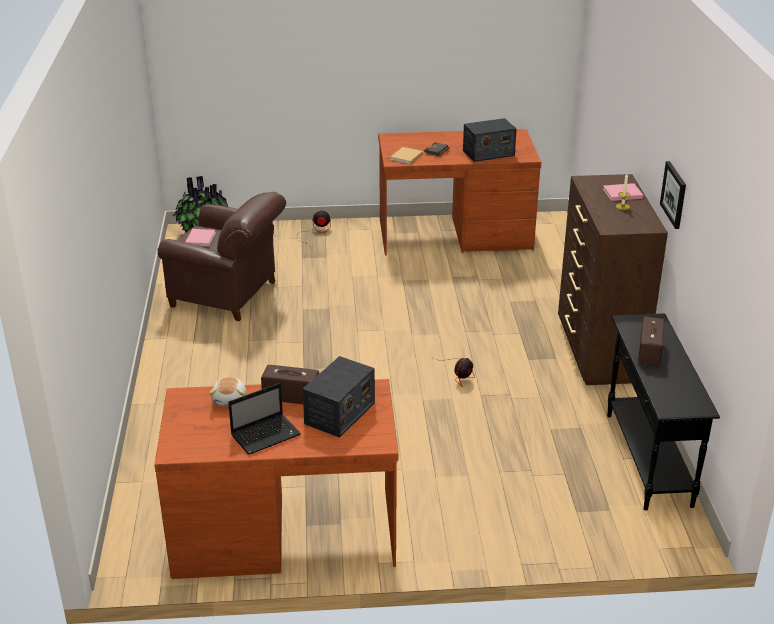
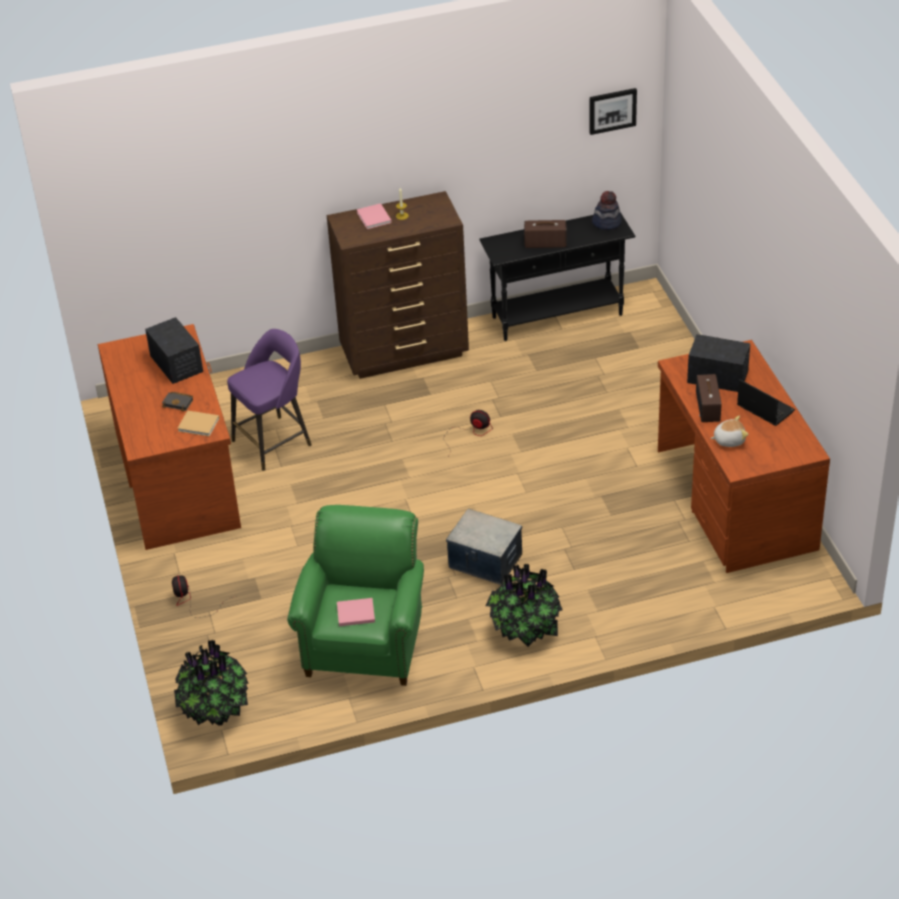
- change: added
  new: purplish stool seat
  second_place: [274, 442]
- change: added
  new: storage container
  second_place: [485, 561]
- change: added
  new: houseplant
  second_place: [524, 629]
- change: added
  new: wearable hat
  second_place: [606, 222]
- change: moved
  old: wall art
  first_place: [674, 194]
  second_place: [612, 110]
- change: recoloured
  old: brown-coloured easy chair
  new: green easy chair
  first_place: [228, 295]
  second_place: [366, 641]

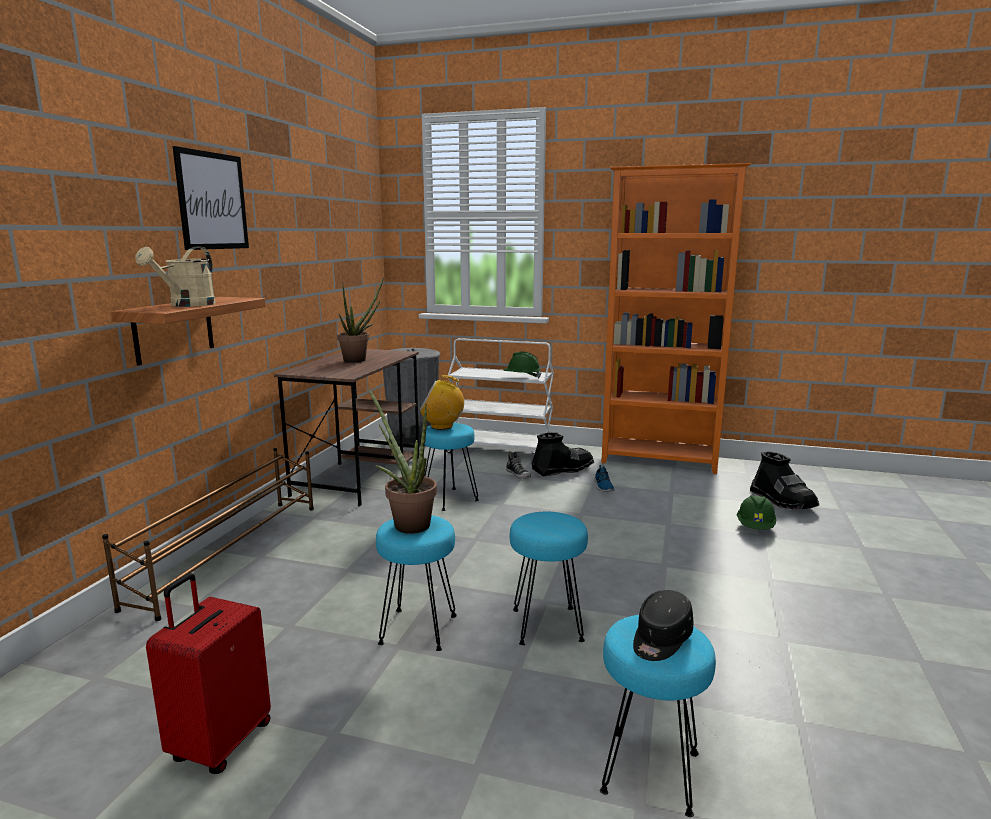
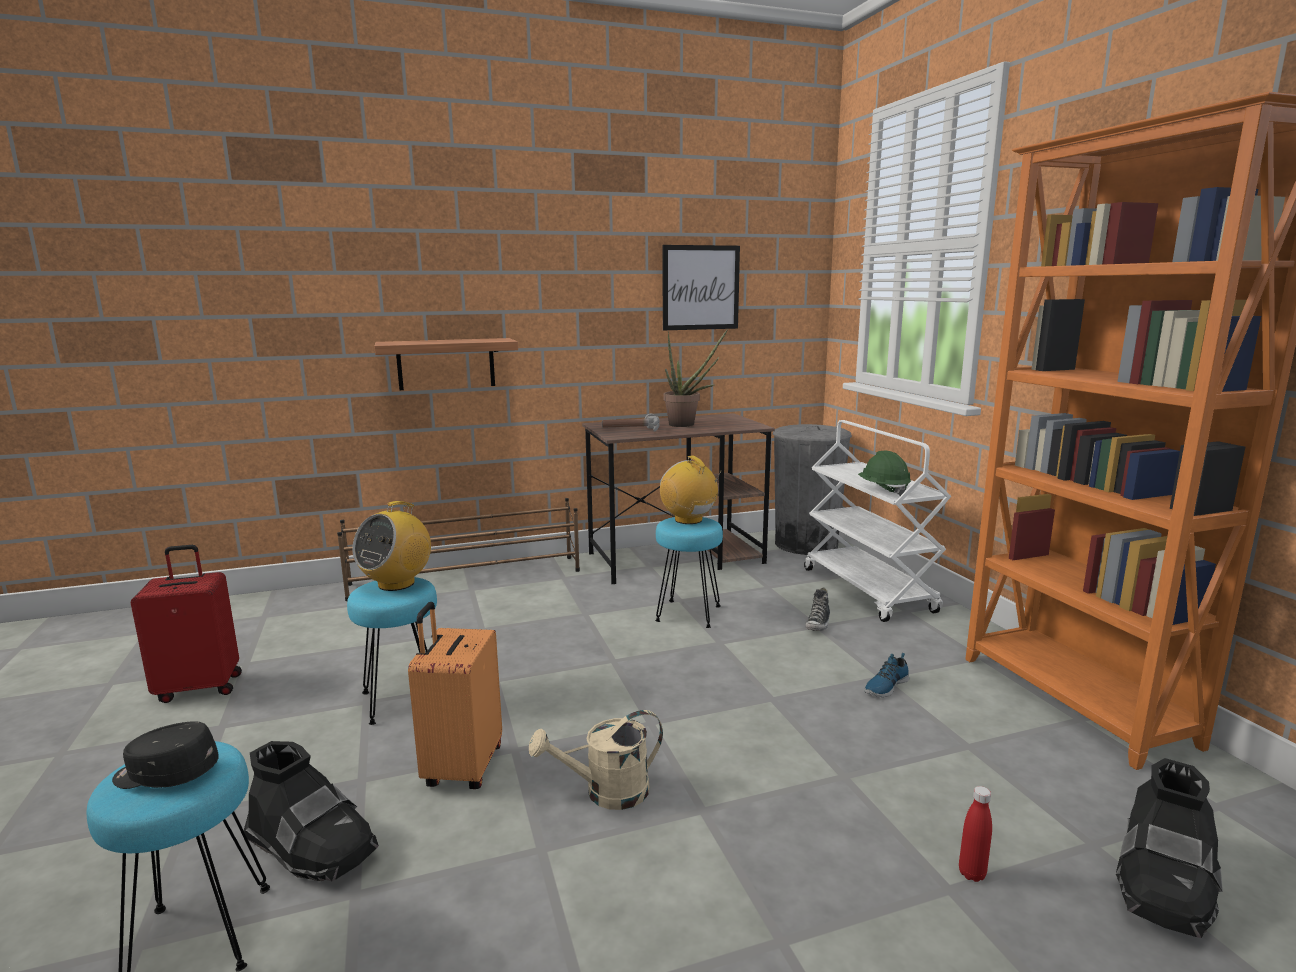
- change: added
  new: hand hammer
  second_place: [632, 430]
- change: moved
  old: sand-coloured watering pot
  first_place: [187, 305]
  second_place: [606, 793]
- change: moved
  old: wall art
  first_place: [212, 201]
  second_place: [700, 287]
- change: moved
  old: blackish high-top boot
  first_place: [562, 469]
  second_place: [312, 846]
- change: replaced
  old: houseplant
  new: radio
  first_place: [407, 523]
  second_place: [396, 583]
- change: replaced
  old: turquoise stool seat
  new: orange piece of luggage
  first_place: [546, 625]
  second_place: [461, 767]
- change: replaced
  old: green safety helmet
  new: red drink bottle
  first_place: [755, 527]
  second_place: [972, 873]

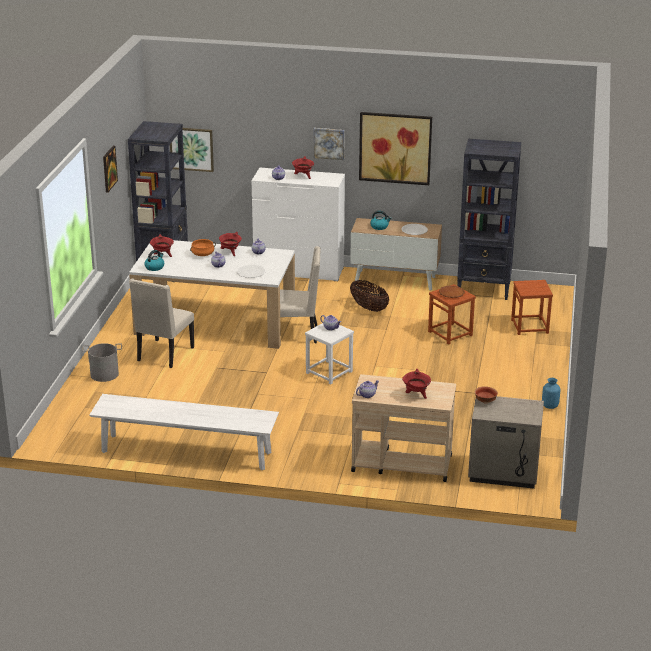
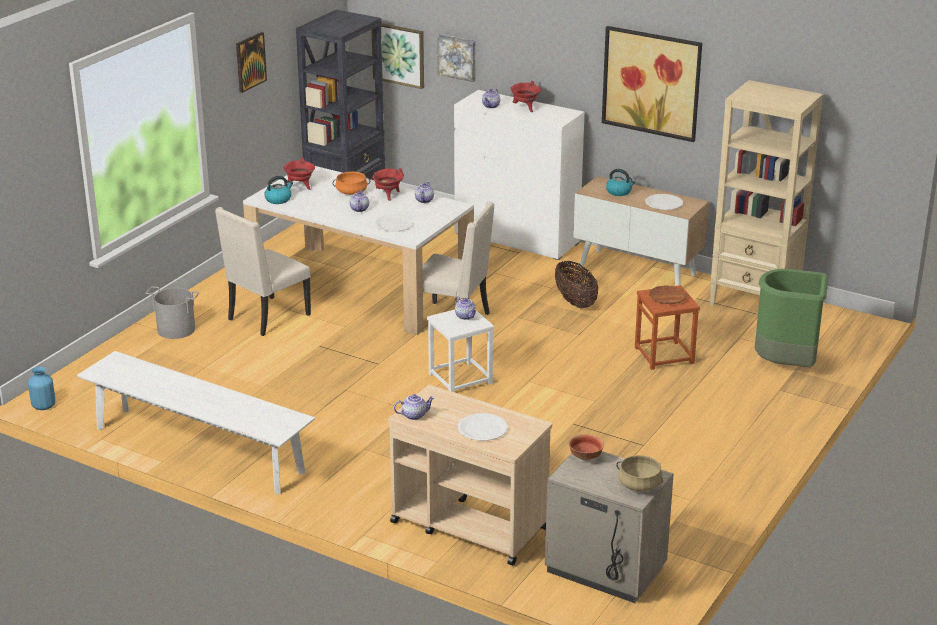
- change: added
  new: sand-coloured saucepot
  second_place: [639, 485]
- change: moved
  old: wall art
  first_place: [329, 143]
  second_place: [457, 57]
- change: moved
  old: blue vase
  first_place: [549, 406]
  second_place: [44, 406]
- change: replaced
  old: red saucepot
  new: white-coloured dinner plate
  first_place: [416, 395]
  second_place: [482, 428]
- change: replaced
  old: brown-coloured stool seat
  new: green trash can
  first_place: [530, 326]
  second_place: [786, 365]
- change: recoloured
  old: blackish bookcase
  new: sand-coloured bookcase
  first_place: [484, 289]
  second_place: [755, 303]

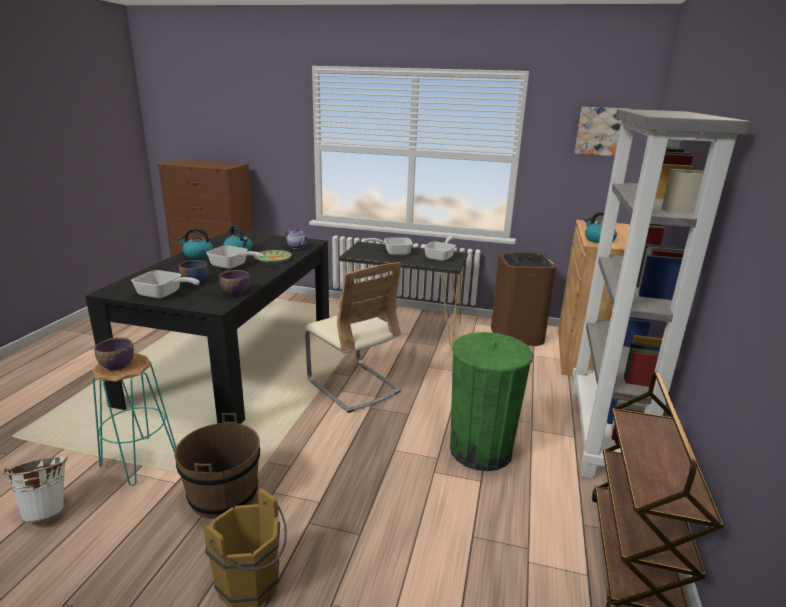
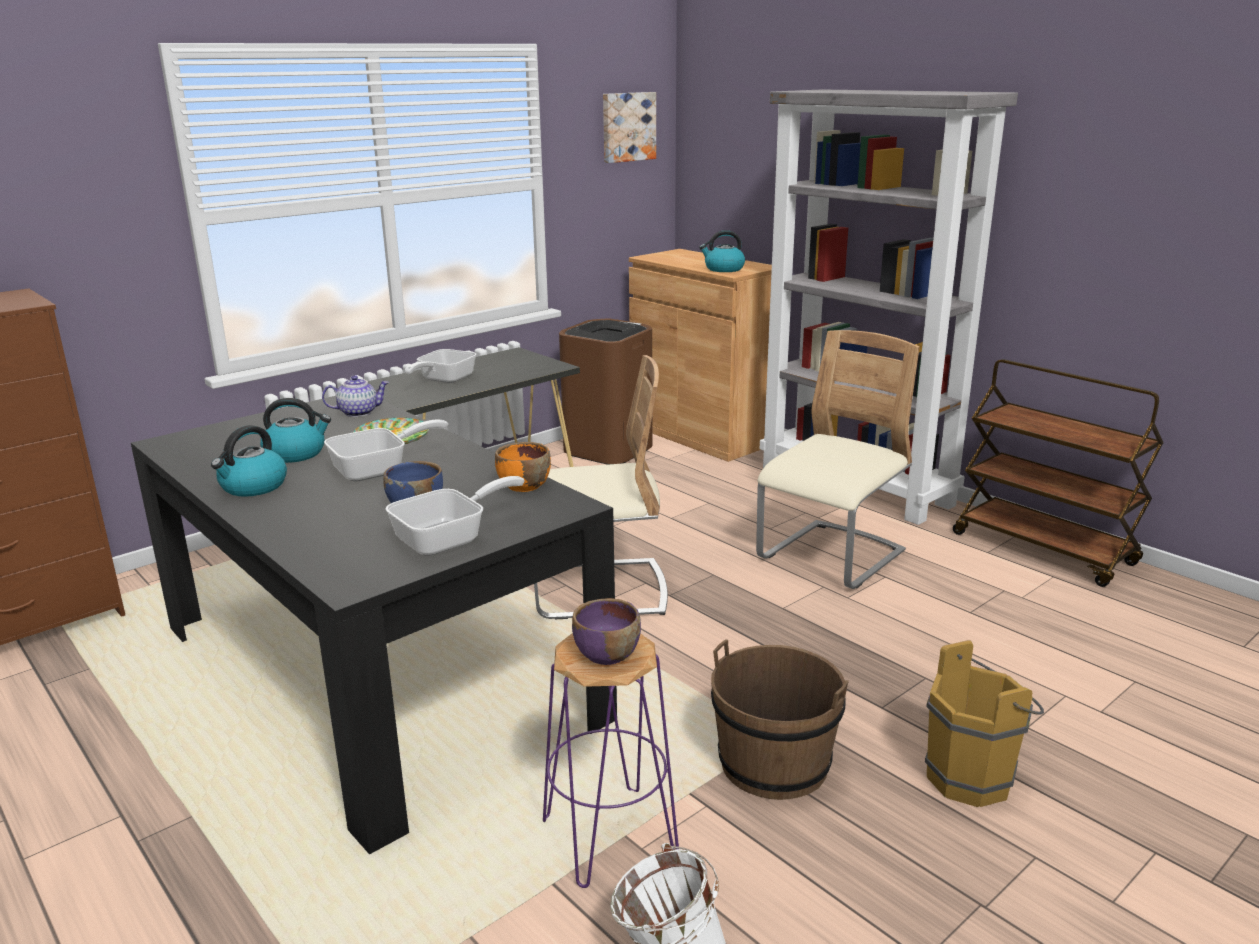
- change: removed
  old: frying pan
  first_place: [441, 257]
- change: replaced
  old: green trash can
  new: sand-coloured chair
  first_place: [481, 450]
  second_place: [831, 557]
- change: recoloured
  old: turquoise stool seat
  new: purplish stool seat
  first_place: [139, 461]
  second_place: [608, 837]
- change: recoloured
  old: purplish bowl
  new: orange bowl
  first_place: [235, 292]
  second_place: [524, 486]

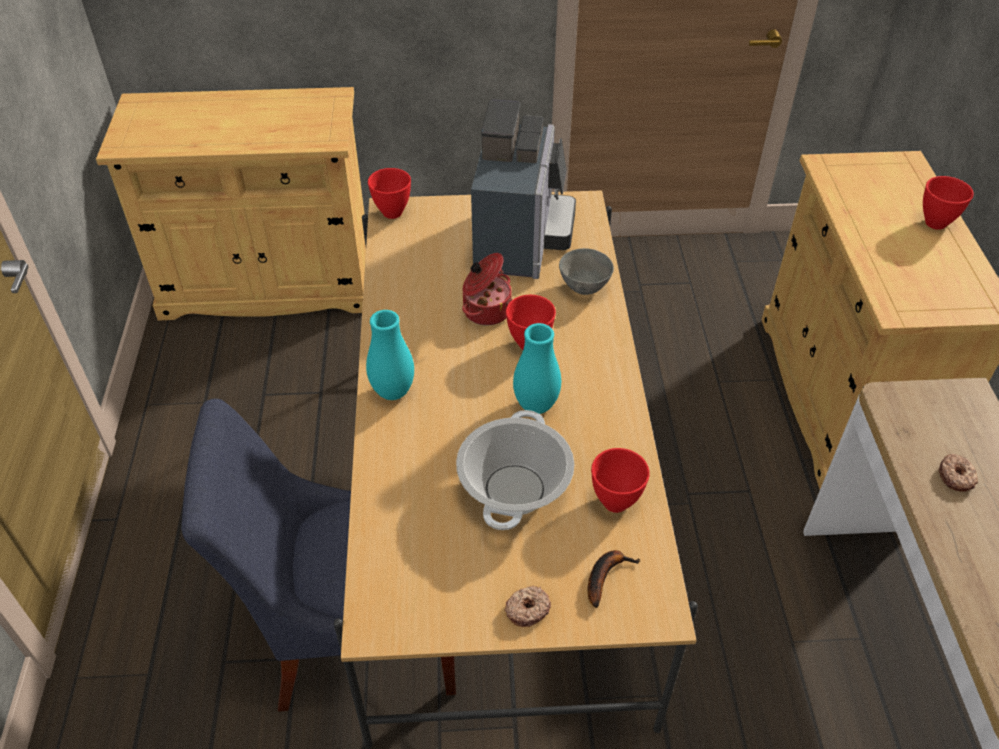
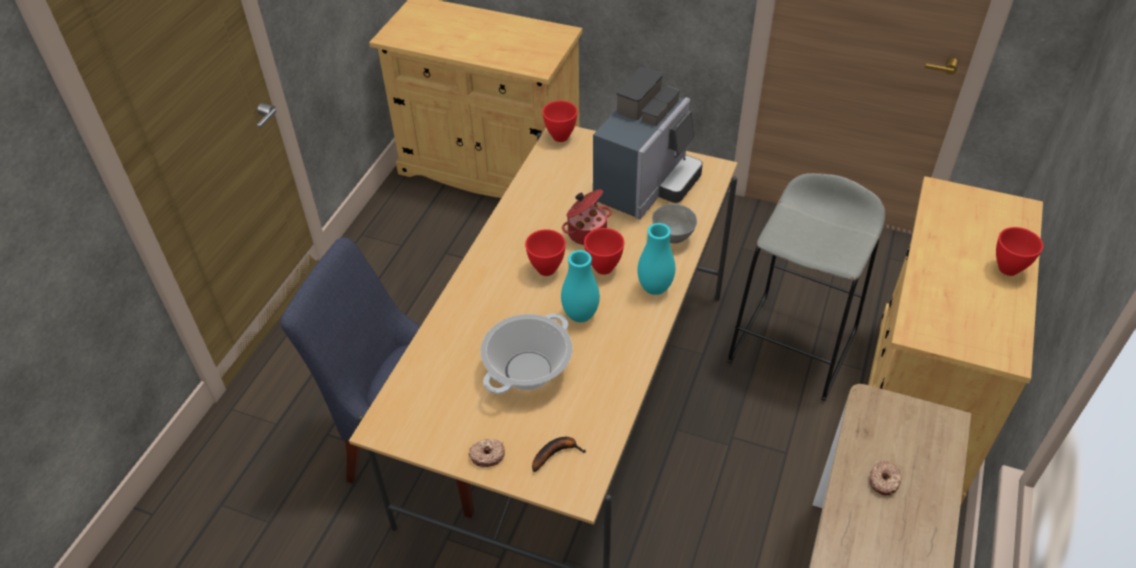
- change: added
  new: grey stool seat
  second_place: [793, 346]
- change: moved
  old: turquoise vase
  first_place: [393, 392]
  second_place: [655, 288]
- change: moved
  old: red bowl
  first_place: [616, 503]
  second_place: [546, 270]

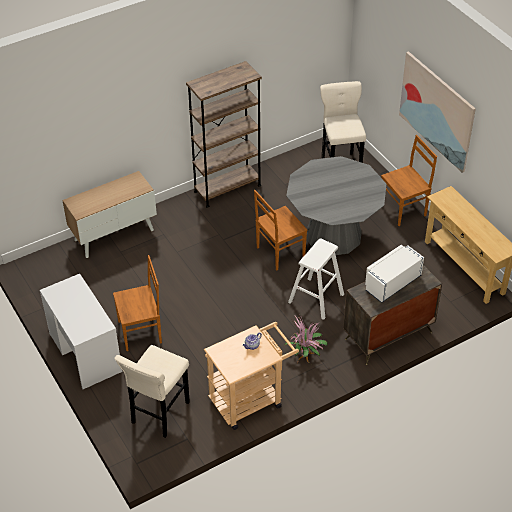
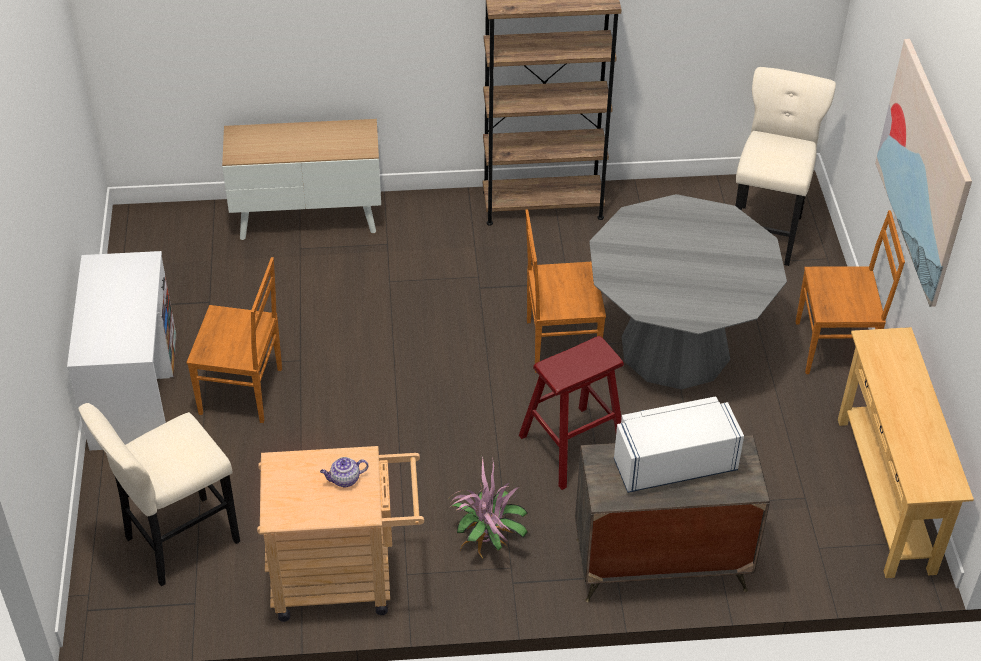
- change: recoloured
  old: white-coloured stool seat
  new: red stool seat
  first_place: [316, 298]
  second_place: [572, 447]

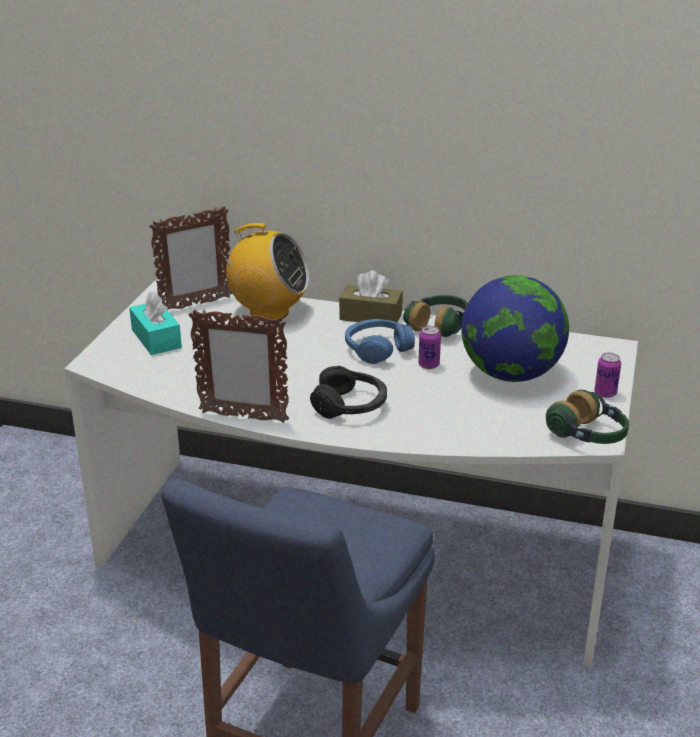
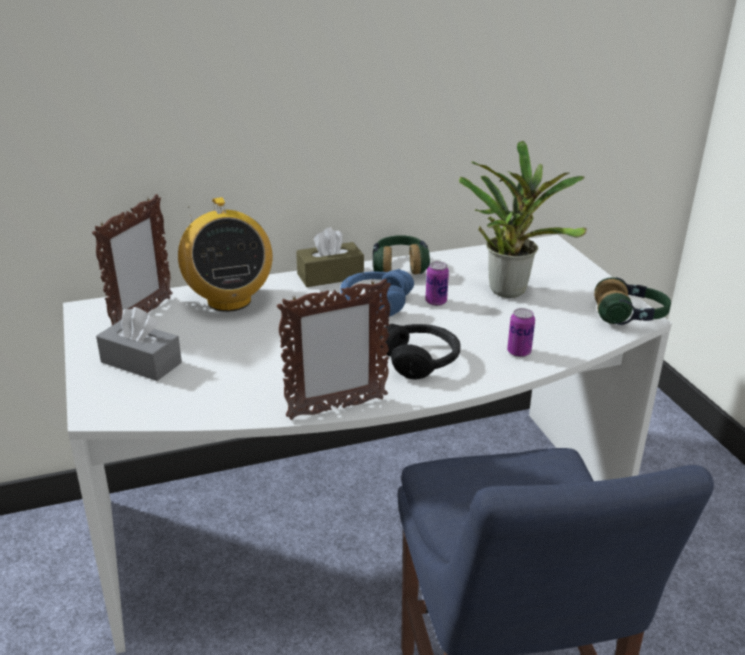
- change: moved
  old: can
  first_place: [605, 393]
  second_place: [519, 352]
- change: replaced
  old: world globe
  new: houseplant
  first_place: [511, 374]
  second_place: [509, 288]
- change: recoloured
  old: turquoise tissue holder
  new: grey tissue holder
  first_place: [156, 338]
  second_place: [141, 362]
- change: turned
  old: radio
  first_place: [268, 312]
  second_place: [229, 300]
  degrees: 90

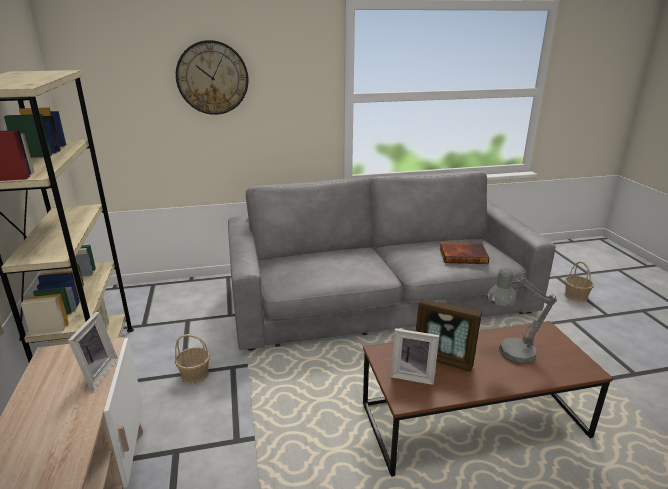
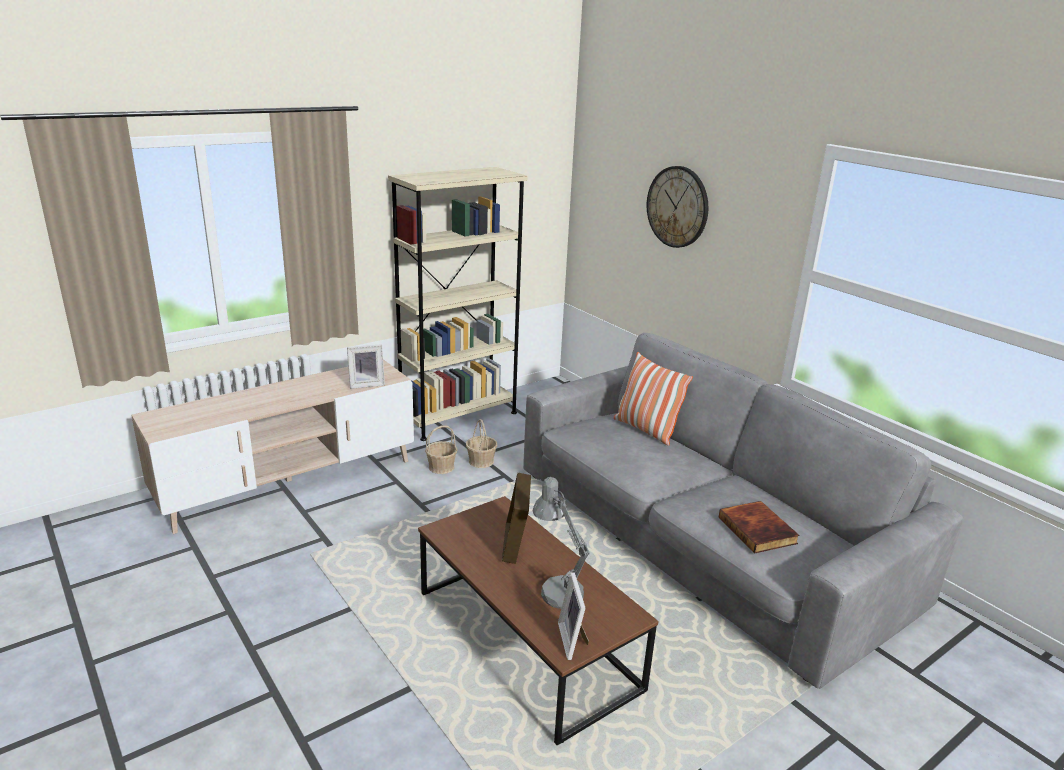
- change: added
  new: throw pillow
  second_place: [646, 430]
- change: moved
  old: picture frame
  first_place: [413, 375]
  second_place: [574, 640]
- change: moved
  old: storage basket
  first_place: [575, 296]
  second_place: [441, 467]

